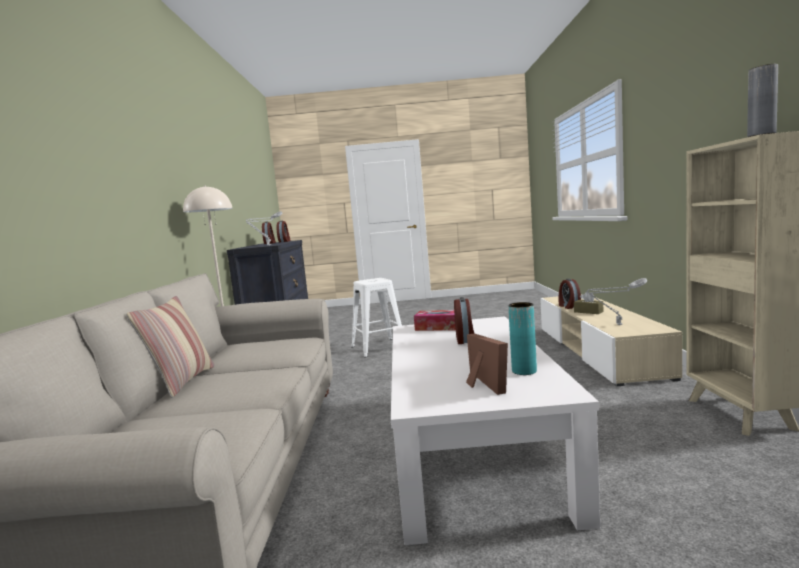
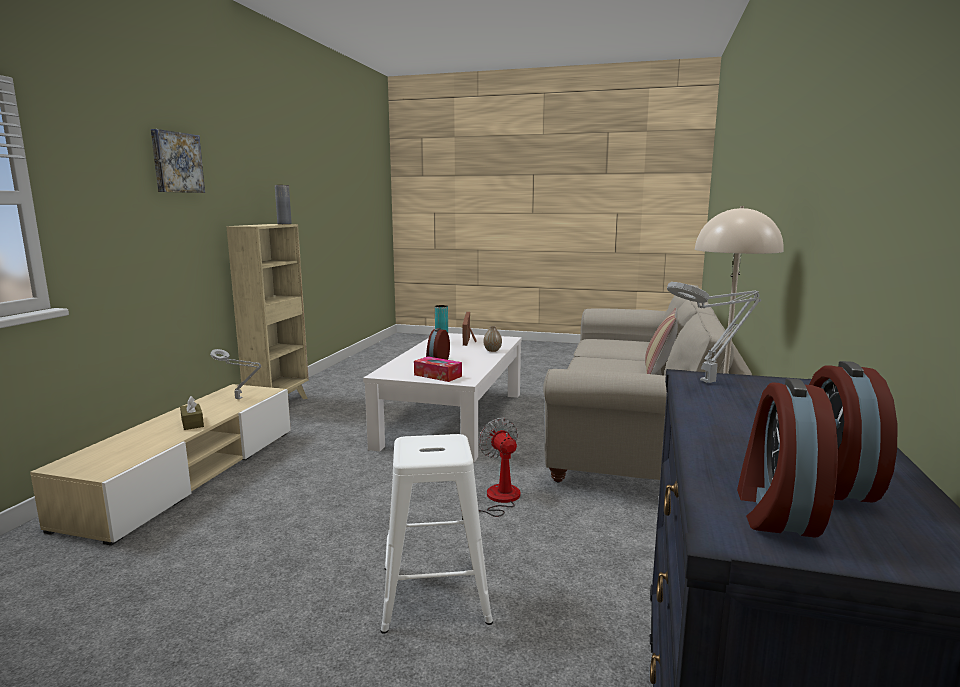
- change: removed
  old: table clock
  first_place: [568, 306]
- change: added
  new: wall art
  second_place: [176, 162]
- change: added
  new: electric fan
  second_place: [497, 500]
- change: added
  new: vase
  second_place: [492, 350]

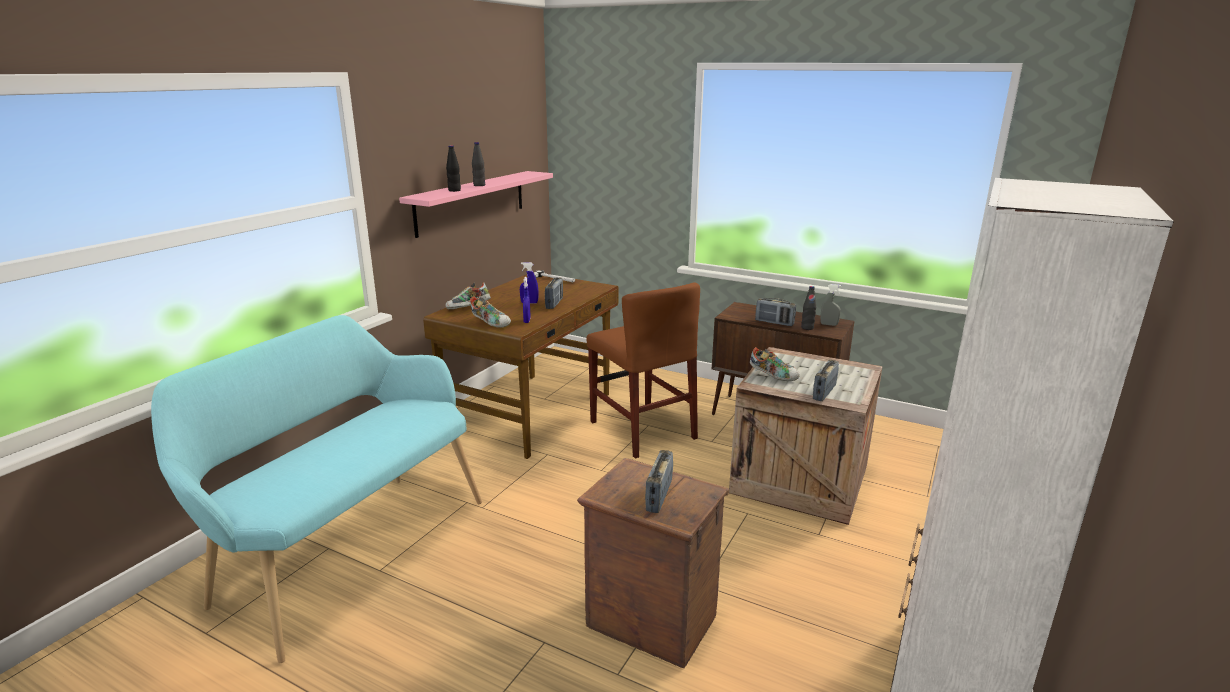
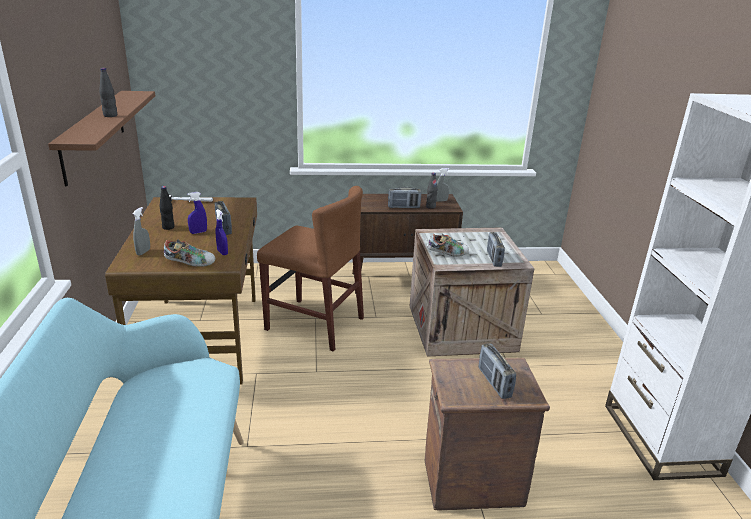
- change: moved
  old: blackish drink bottle
  first_place: [454, 190]
  second_place: [168, 227]
- change: replaced
  old: item of footwear
  new: grey spray bottle
  first_place: [468, 308]
  second_place: [143, 252]
- change: recoloured
  old: pink bracket shelf
  new: brown-coloured bracket shelf
  first_place: [471, 202]
  second_place: [94, 134]

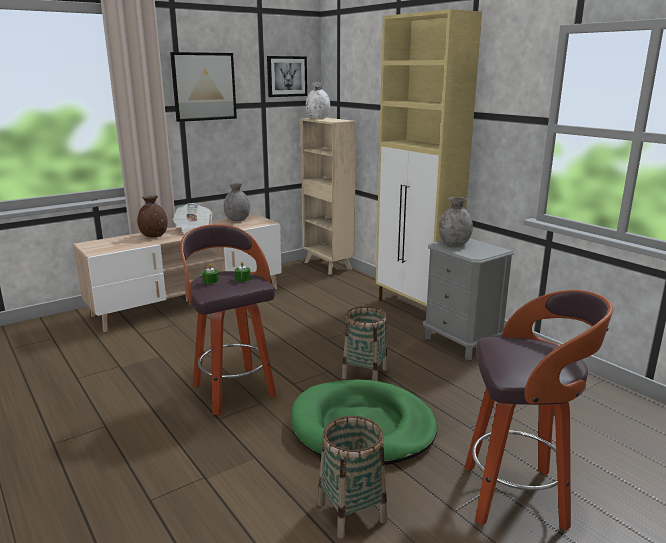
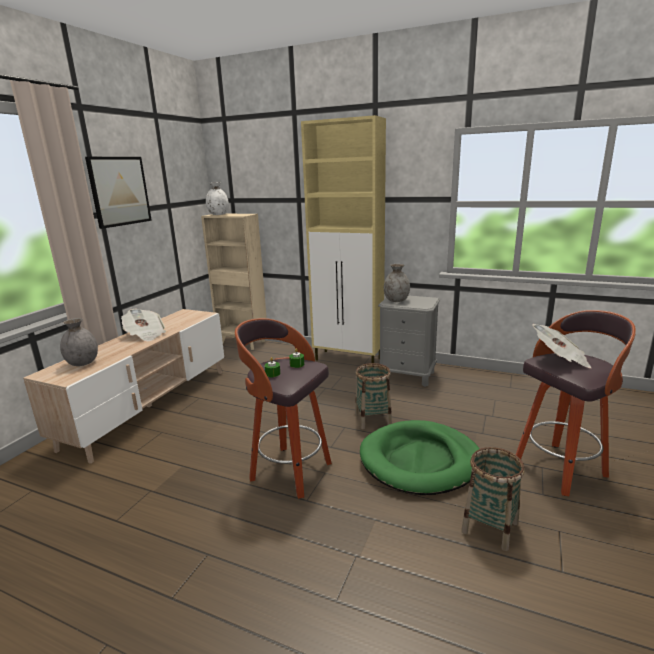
- change: removed
  old: brown-coloured vase
  first_place: [154, 236]
- change: removed
  old: wall art
  first_place: [286, 76]
- change: added
  new: newspaper
  second_place: [560, 359]
- change: moved
  old: grey vase
  first_place: [237, 220]
  second_place: [83, 363]

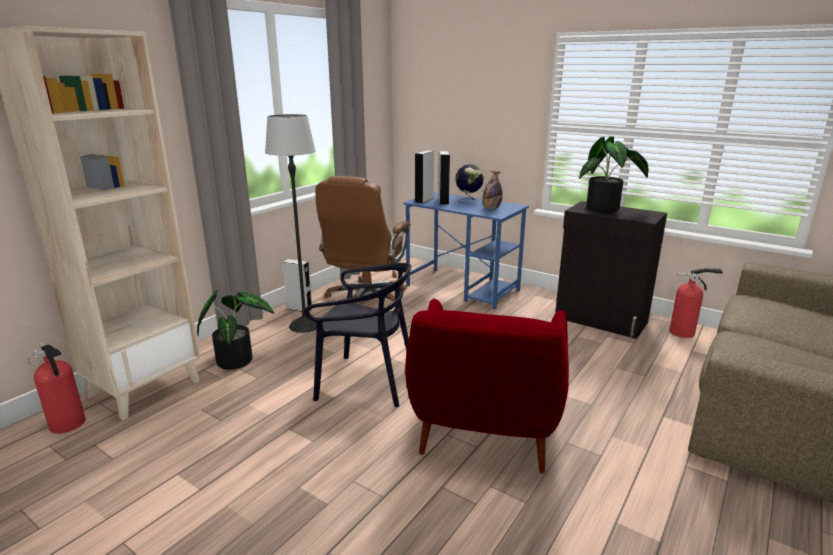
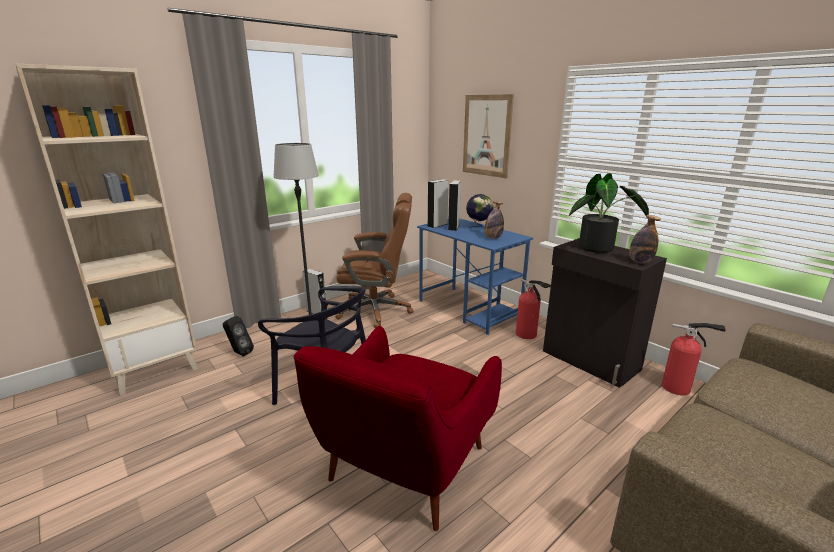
- change: added
  new: wall art
  second_place: [486, 136]
- change: added
  new: drink bottle
  second_place: [640, 262]
- change: moved
  old: fire extinguisher
  first_place: [68, 425]
  second_place: [527, 335]
- change: replaced
  old: houseplant
  new: blackish speaker
  first_place: [237, 359]
  second_place: [239, 353]
- change: turned
  old: brown-coloured office chair
  first_place: [366, 300]
  second_place: [376, 311]
  degrees: -120

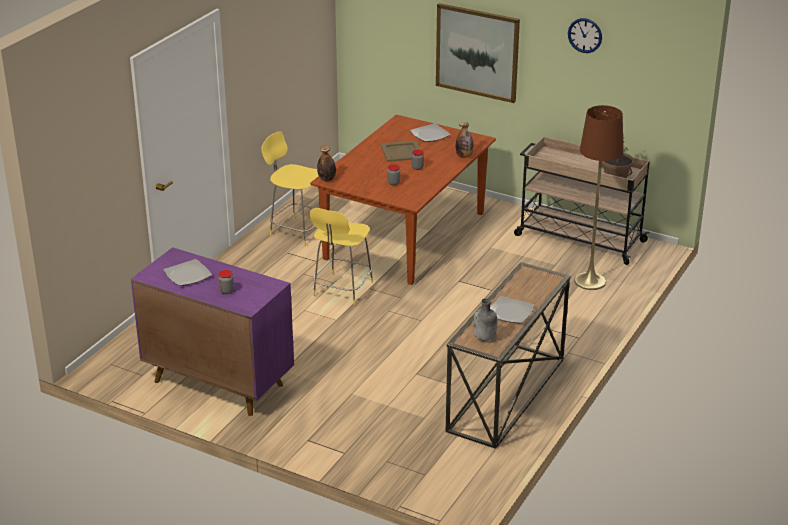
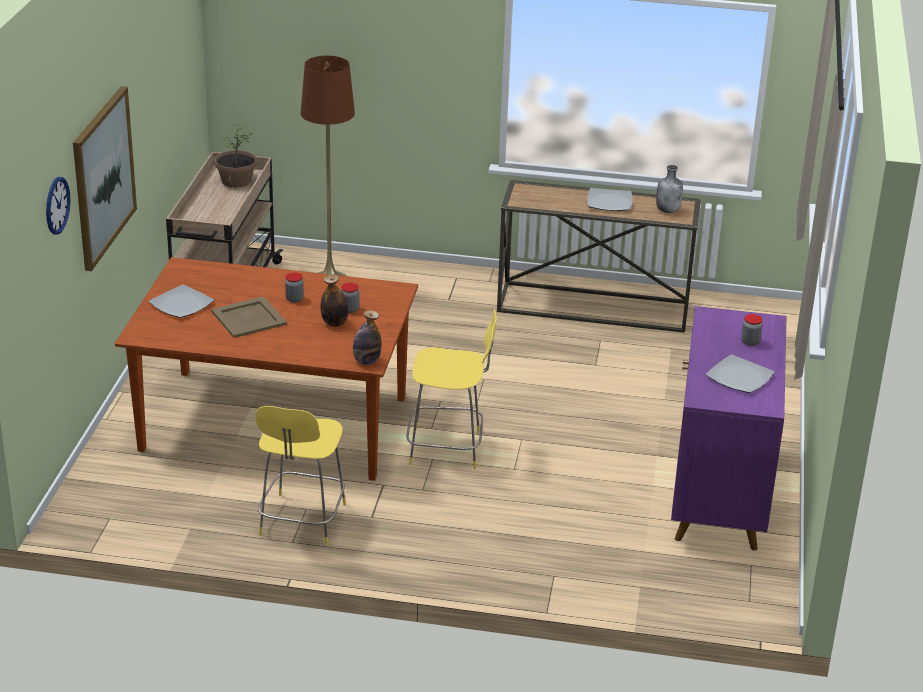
- change: moved
  old: drink bottle
  first_place: [464, 156]
  second_place: [335, 323]
- change: moved
  old: clock on the wall
  first_place: [585, 35]
  second_place: [57, 205]

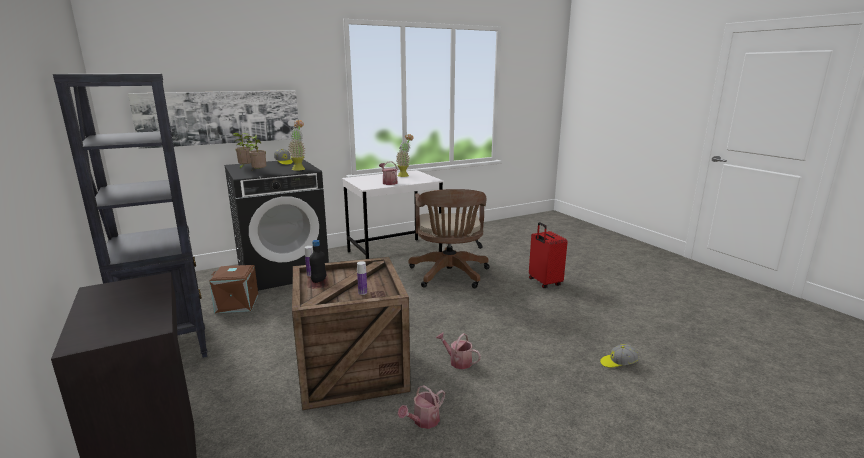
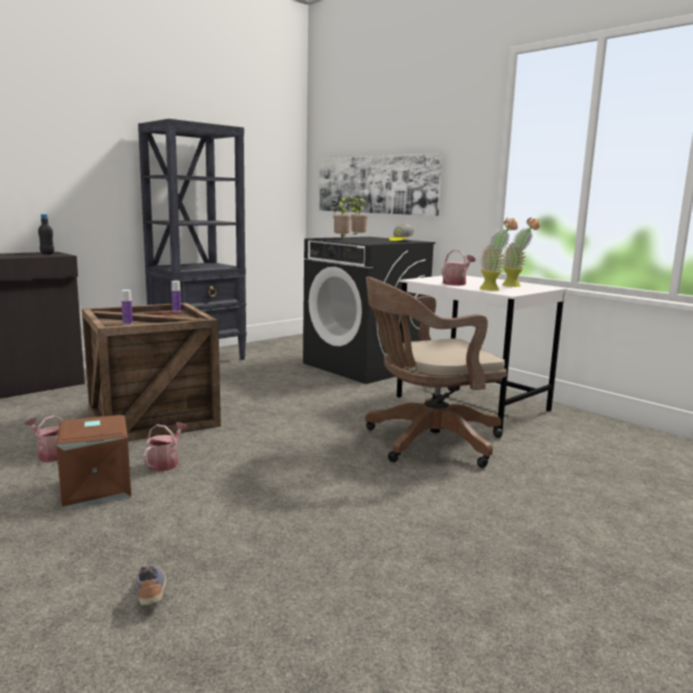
- change: removed
  old: red piece of luggage
  first_place: [544, 282]
- change: moved
  old: brown-coloured storage container
  first_place: [236, 304]
  second_place: [95, 487]
- change: moved
  old: houseplant
  first_place: [299, 168]
  second_place: [494, 289]
- change: moved
  old: blackish drink bottle
  first_place: [319, 280]
  second_place: [47, 254]
- change: replaced
  old: cap
  new: item of footwear
  first_place: [618, 363]
  second_place: [152, 592]

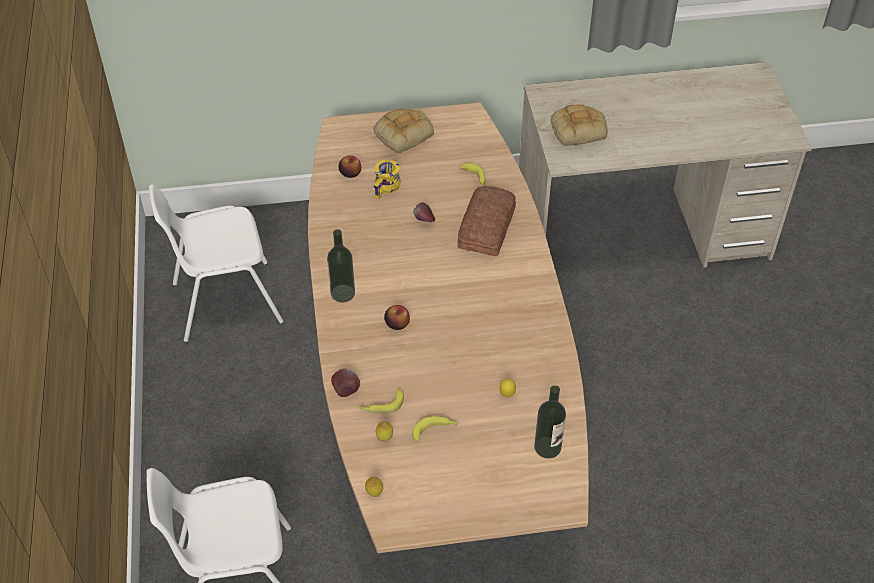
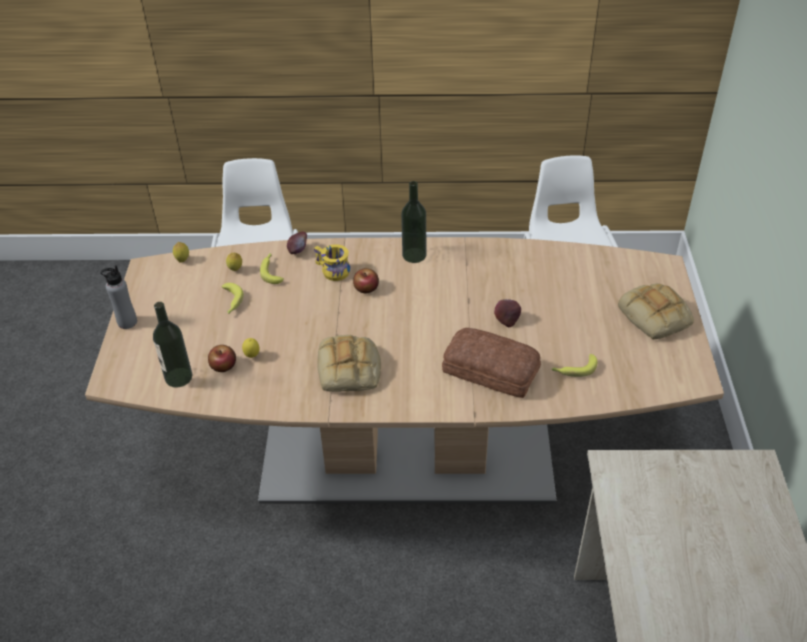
- change: added
  new: grey drink bottle
  second_place: [127, 322]
- change: moved
  old: whole apple
  first_place: [350, 173]
  second_place: [223, 366]
- change: moved
  old: yellow-coloured tea mug
  first_place: [387, 188]
  second_place: [331, 271]
- change: moved
  old: bread
  first_place: [578, 129]
  second_place: [350, 370]

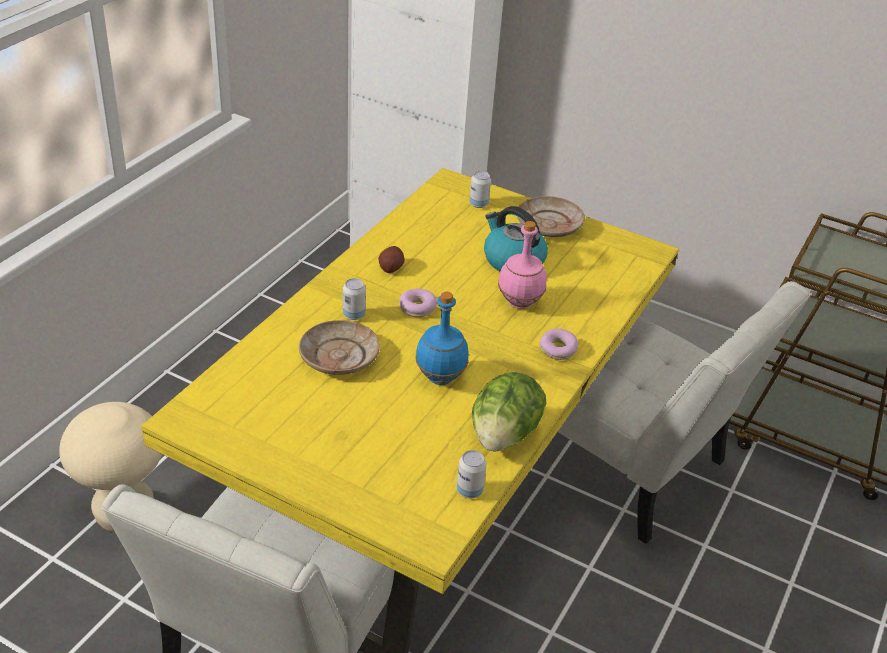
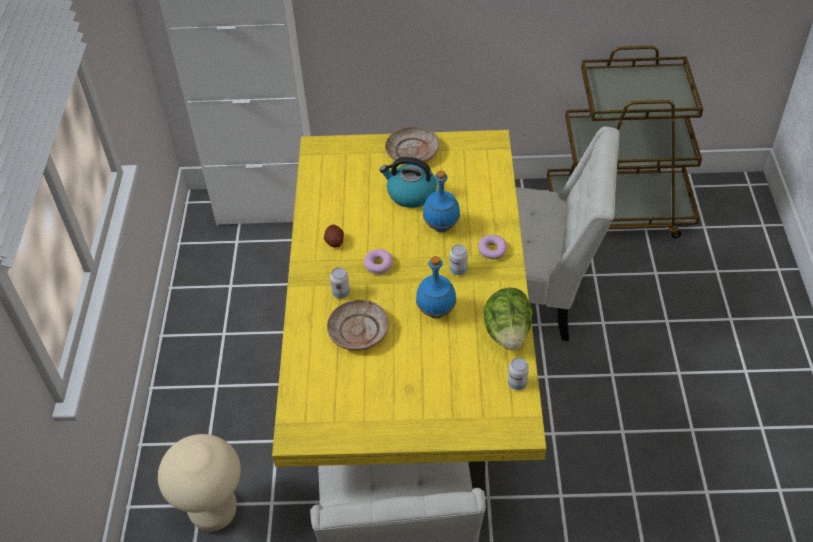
- change: moved
  old: can
  first_place: [478, 204]
  second_place: [458, 270]
- change: recoloured
  old: pink drink bottle
  new: blue drink bottle
  first_place: [520, 303]
  second_place: [442, 227]

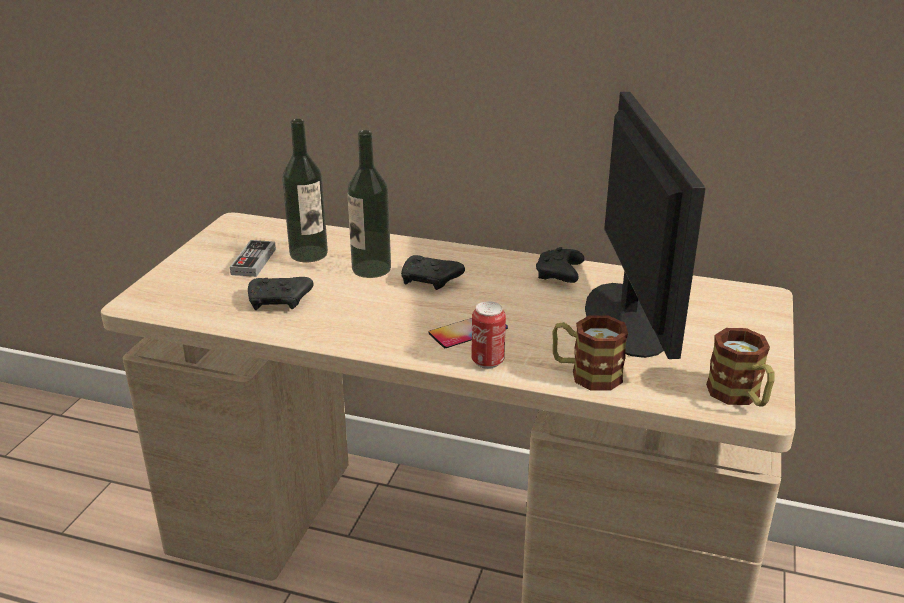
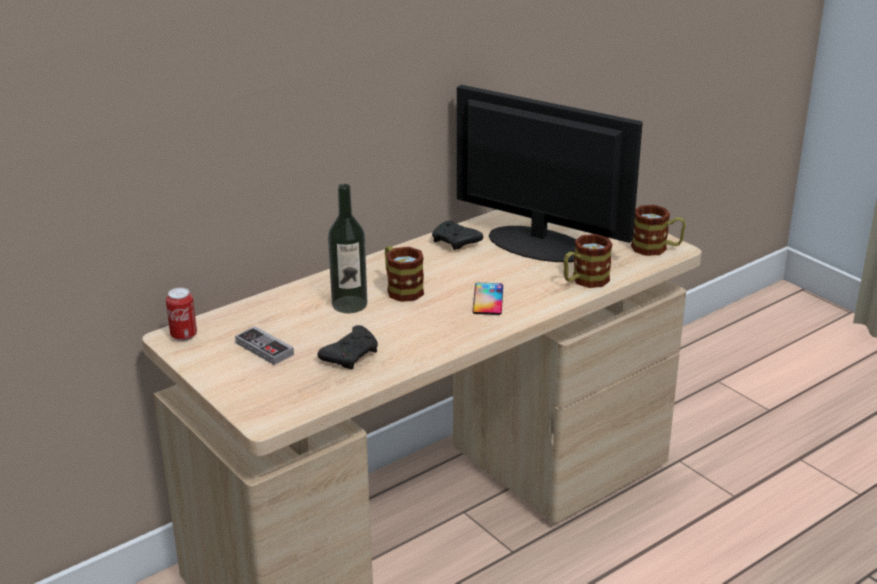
- change: removed
  old: drink bottle
  first_place: [308, 254]
- change: moved
  old: can
  first_place: [487, 361]
  second_place: [184, 336]
- change: replaced
  old: blackish joypad
  new: tea mug
  first_place: [431, 281]
  second_place: [401, 289]

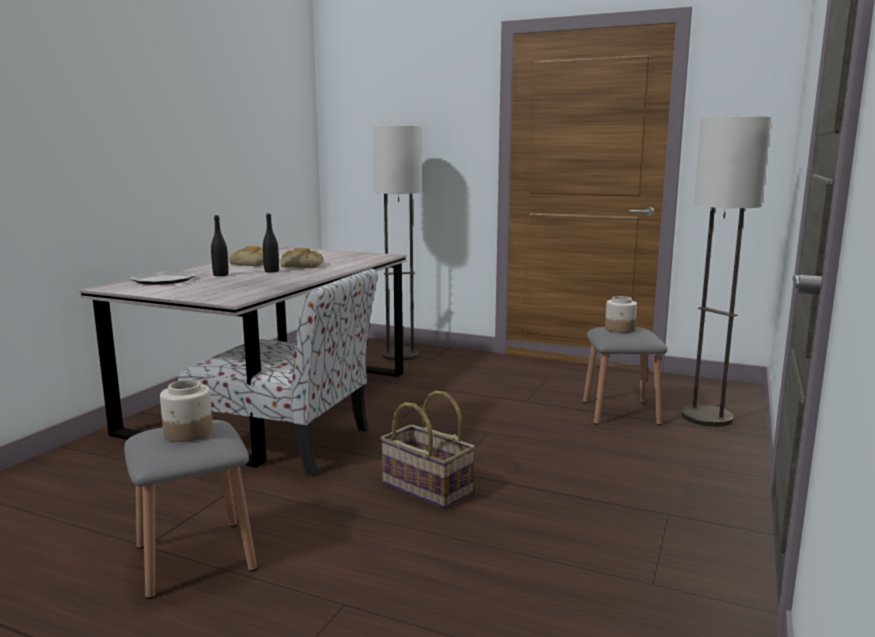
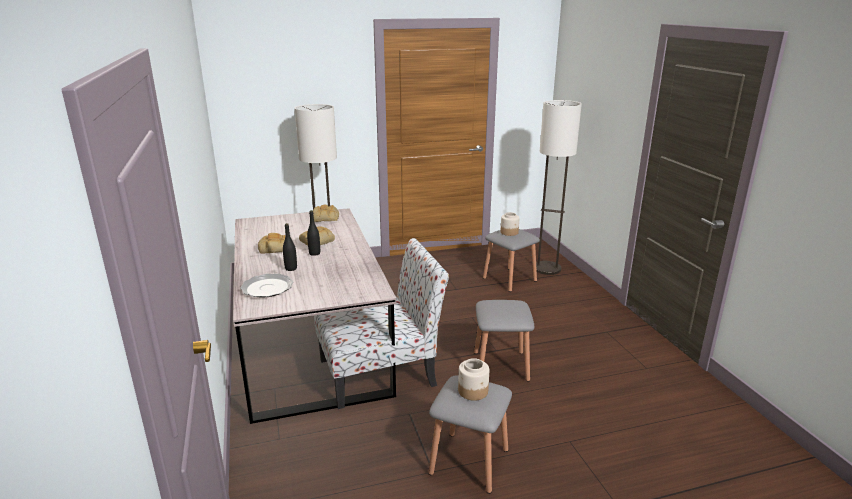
- change: added
  new: bread
  second_place: [326, 218]
- change: replaced
  old: storage basket
  new: grey stool seat
  first_place: [425, 488]
  second_place: [501, 366]

